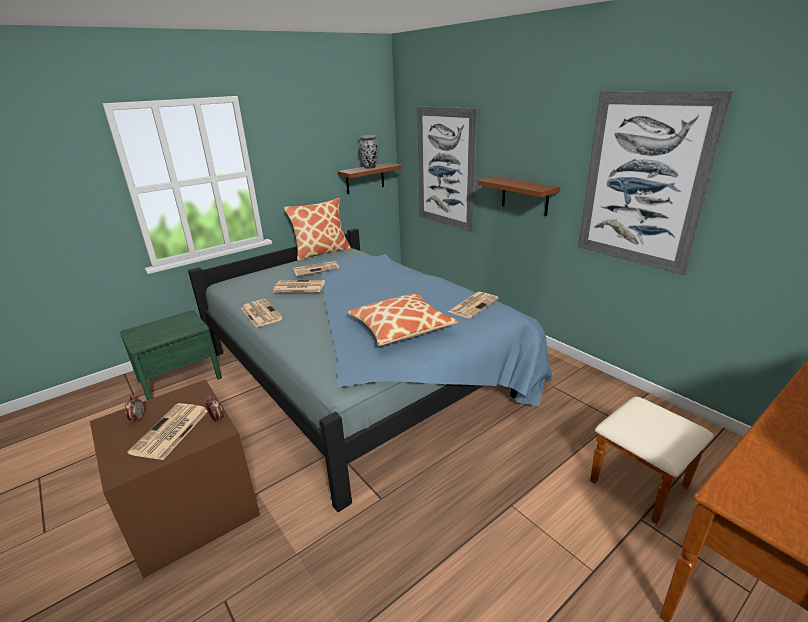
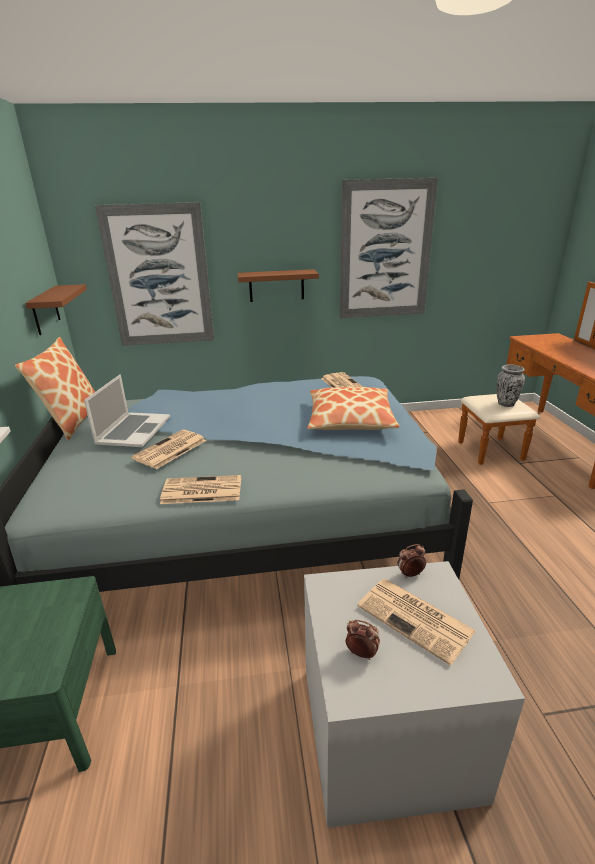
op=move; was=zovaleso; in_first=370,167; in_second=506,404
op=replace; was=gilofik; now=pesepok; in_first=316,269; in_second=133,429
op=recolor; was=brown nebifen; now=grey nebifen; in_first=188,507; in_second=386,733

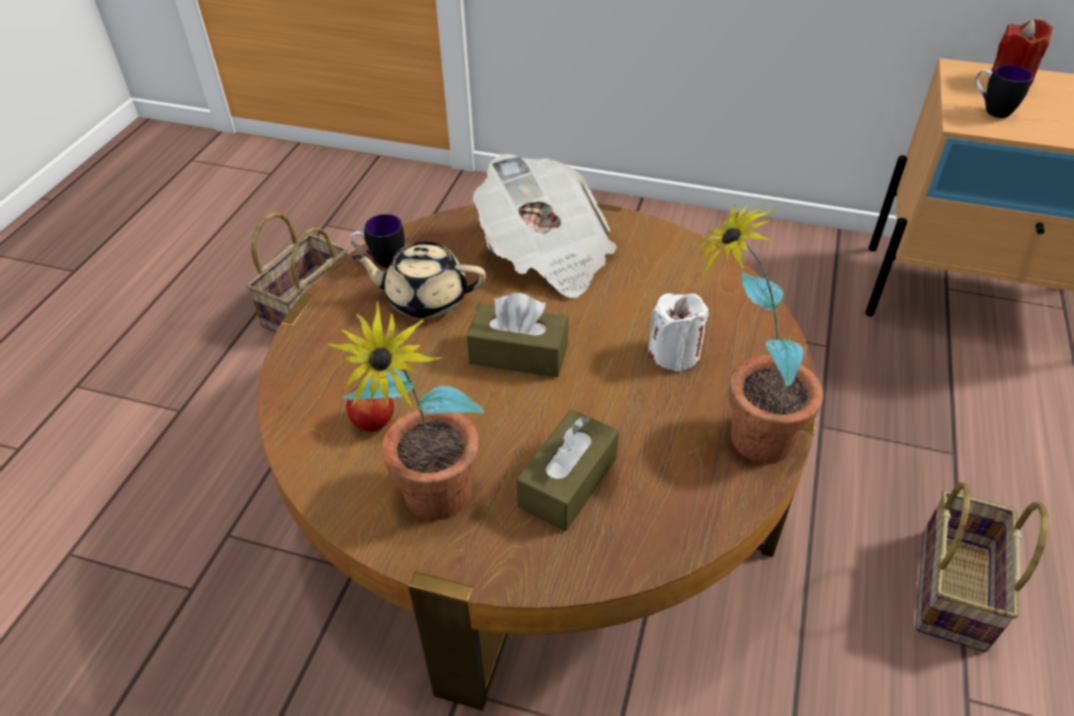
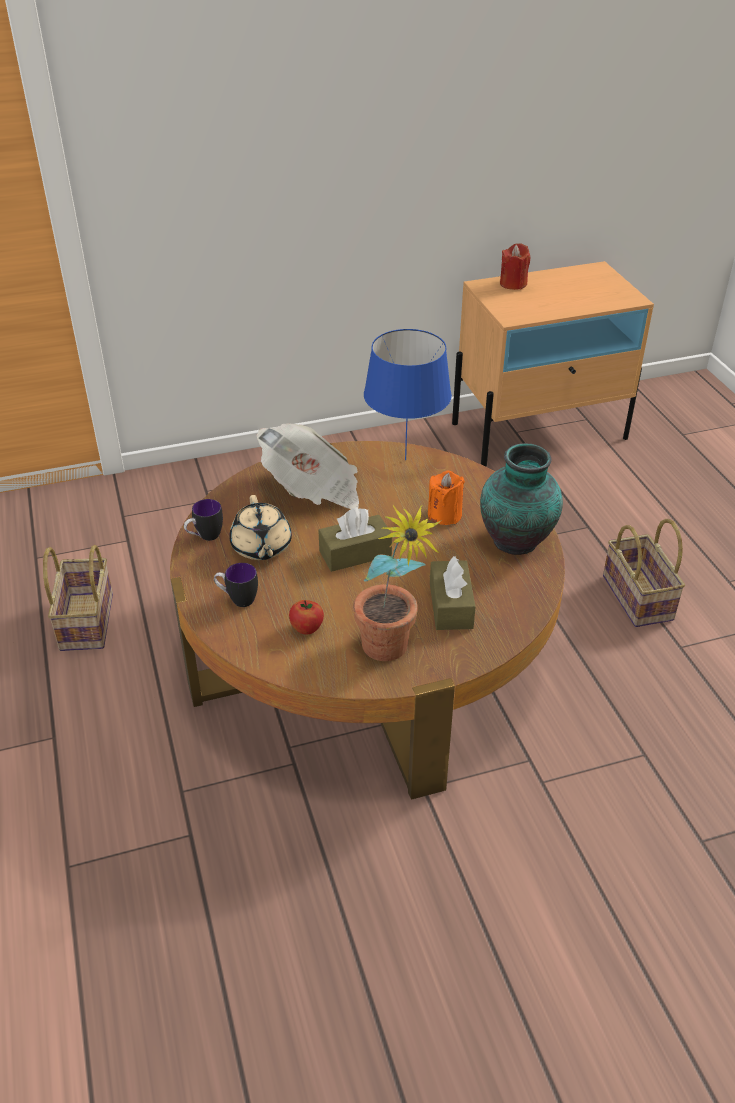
op=insert; now=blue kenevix; in_second=406,459
op=move; was=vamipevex; in_first=991,110; in_second=237,599
op=replace; was=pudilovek; now=zovaleso; in_first=741,436; in_second=518,541
op=recolor; was=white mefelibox; now=orange mefelibox; in_first=675,353; in_second=444,515
op=rotate; was=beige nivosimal; in_first=425,298; in_second=261,547; clockwise=-75

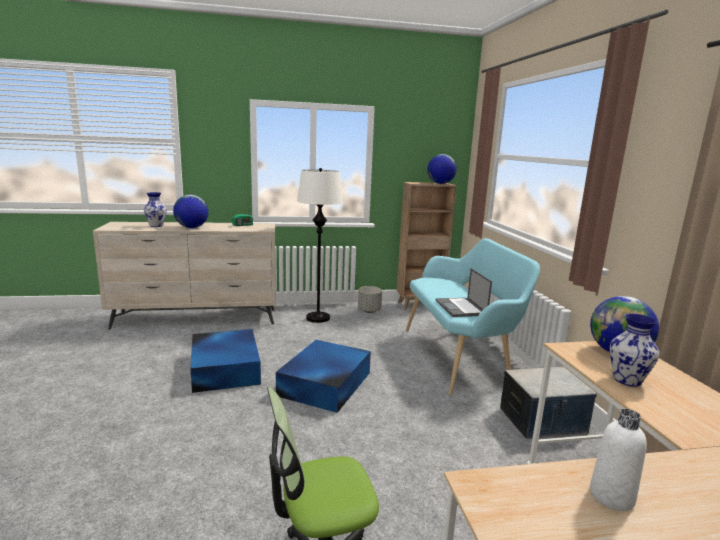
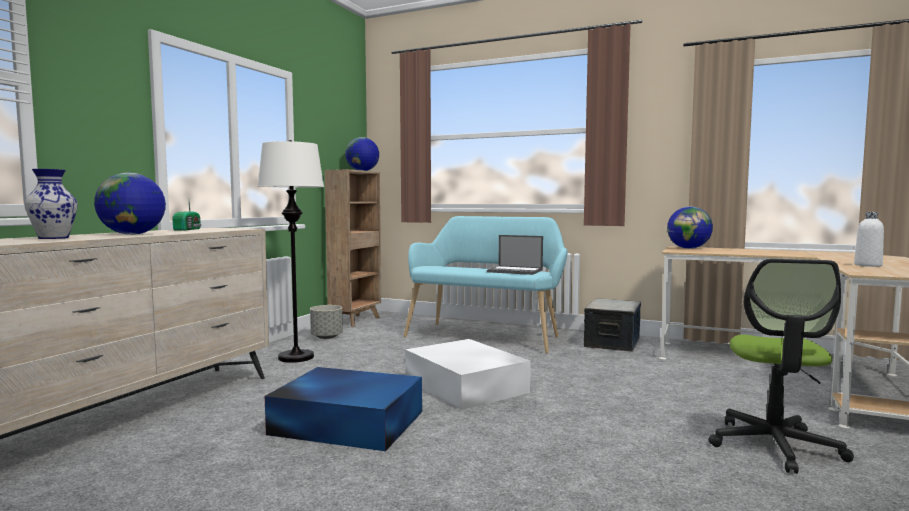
op=delete; was=zovaleso; in_first=628,380
op=recolor; was=blue nebifen; now=white nebifen; in_first=324,384; in_second=466,386

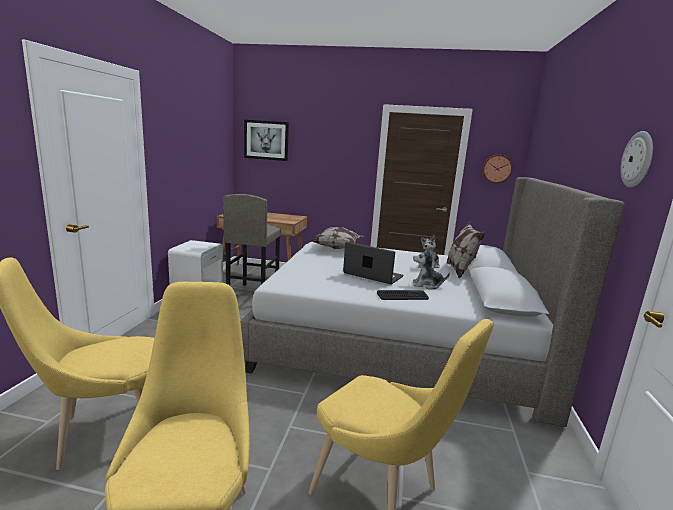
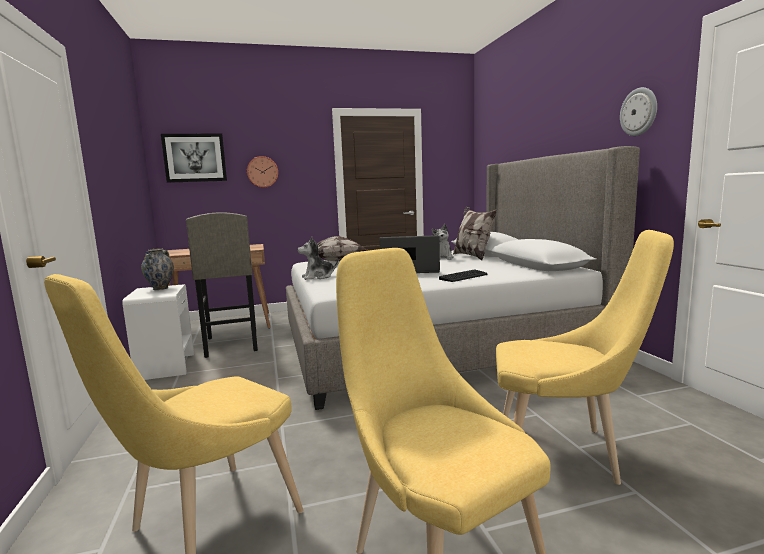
op=insert; now=zovaleso; in_second=160,288
op=move; was=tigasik; in_first=427,285; in_second=318,277
op=move; was=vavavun; in_first=496,168; in_second=262,172

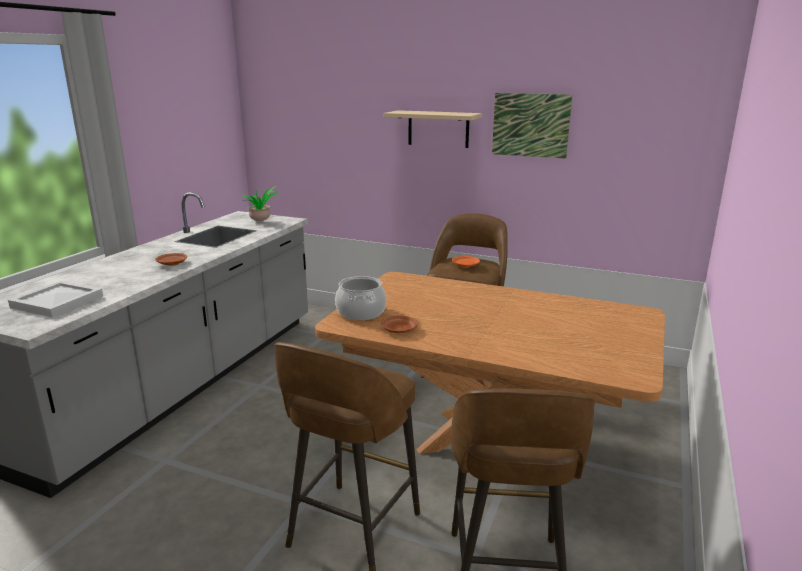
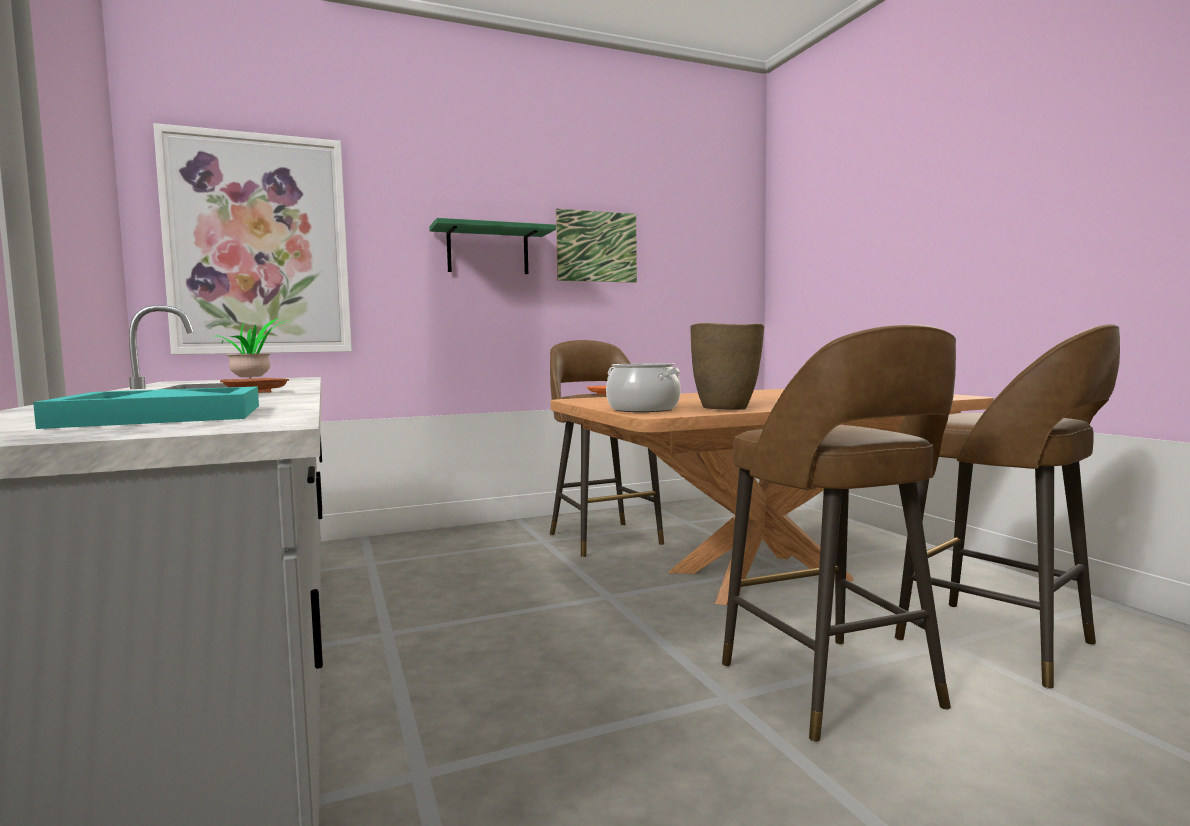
op=insert; now=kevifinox; in_second=259,245
op=replace; was=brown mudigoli; now=brown zovaleso; in_first=398,330; in_second=726,408
op=recolor; was=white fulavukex; now=turquoise fulavukex; in_first=57,302; in_second=166,416
op=recolor; was=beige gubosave; now=green gubosave; in_first=438,129; in_second=488,251

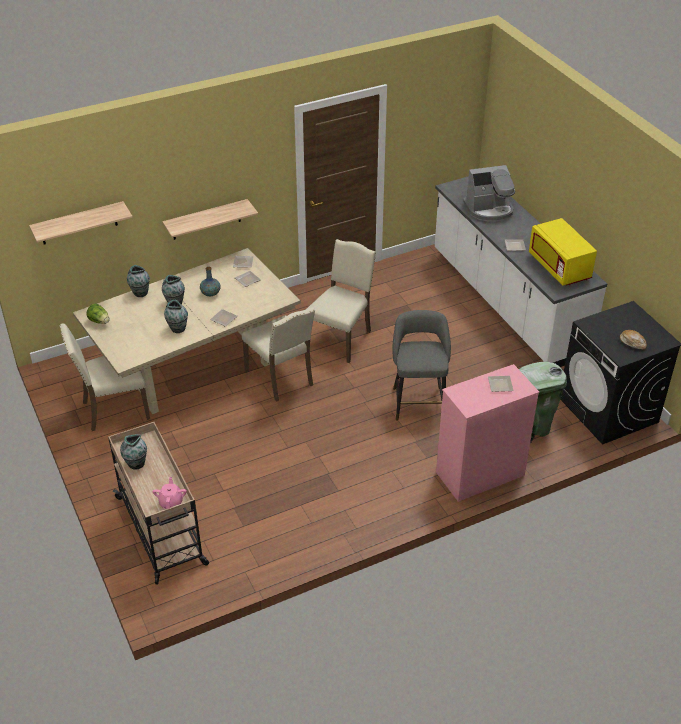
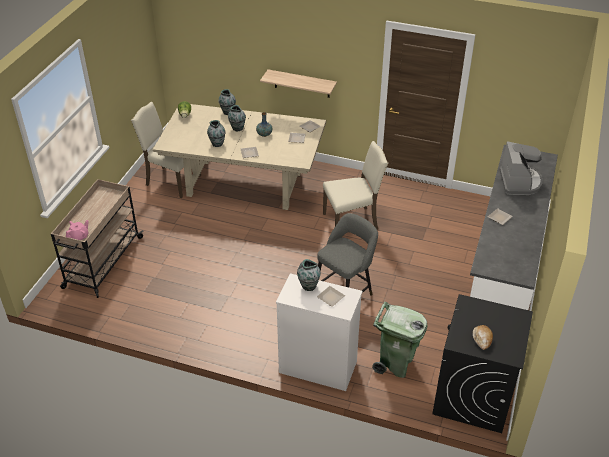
op=delete; was=gubosave; in_first=78,223
op=delete; was=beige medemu; in_first=281,378
op=delete; was=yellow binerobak; in_first=559,267
op=move; was=zovaleso; in_first=136,464; in_second=308,286
op=recolor; was=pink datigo; now=white datigo; in_first=479,474; in_second=317,367
op=rotate; was=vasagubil; in_first=489,209; in_second=520,182; clockwise=-120

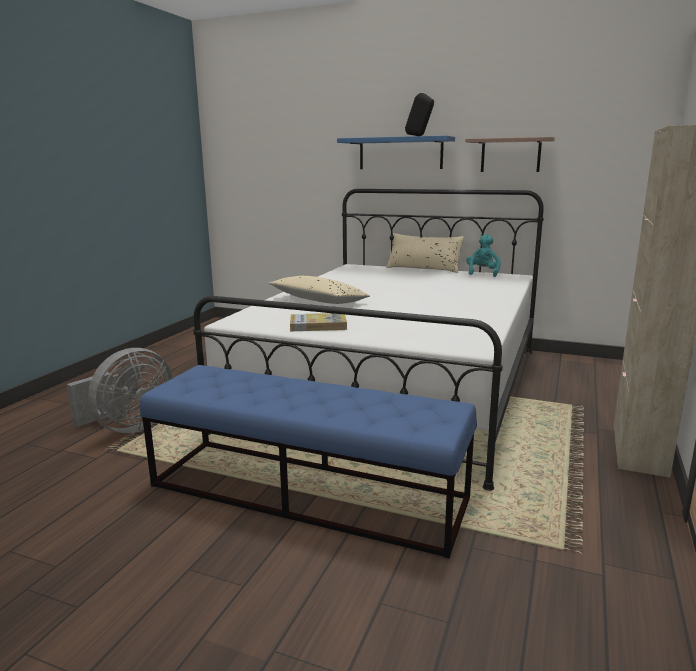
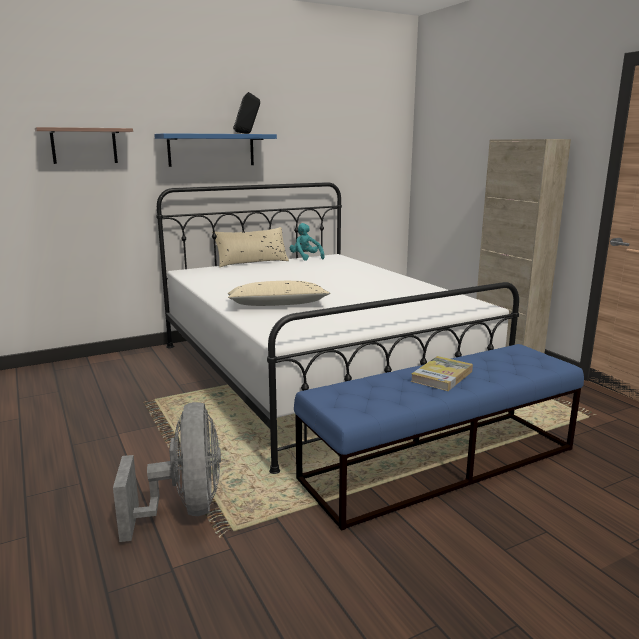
op=move; was=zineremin; in_first=318,325; in_second=442,376
op=move; was=gubosave; in_first=510,155; in_second=84,146

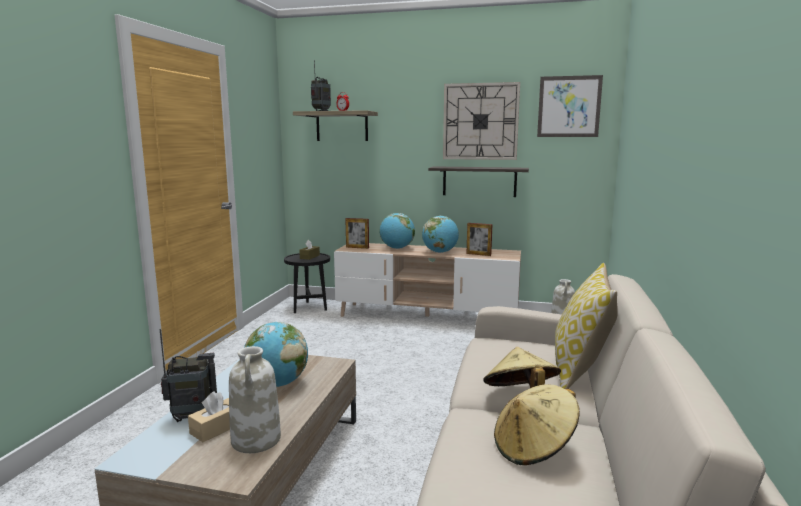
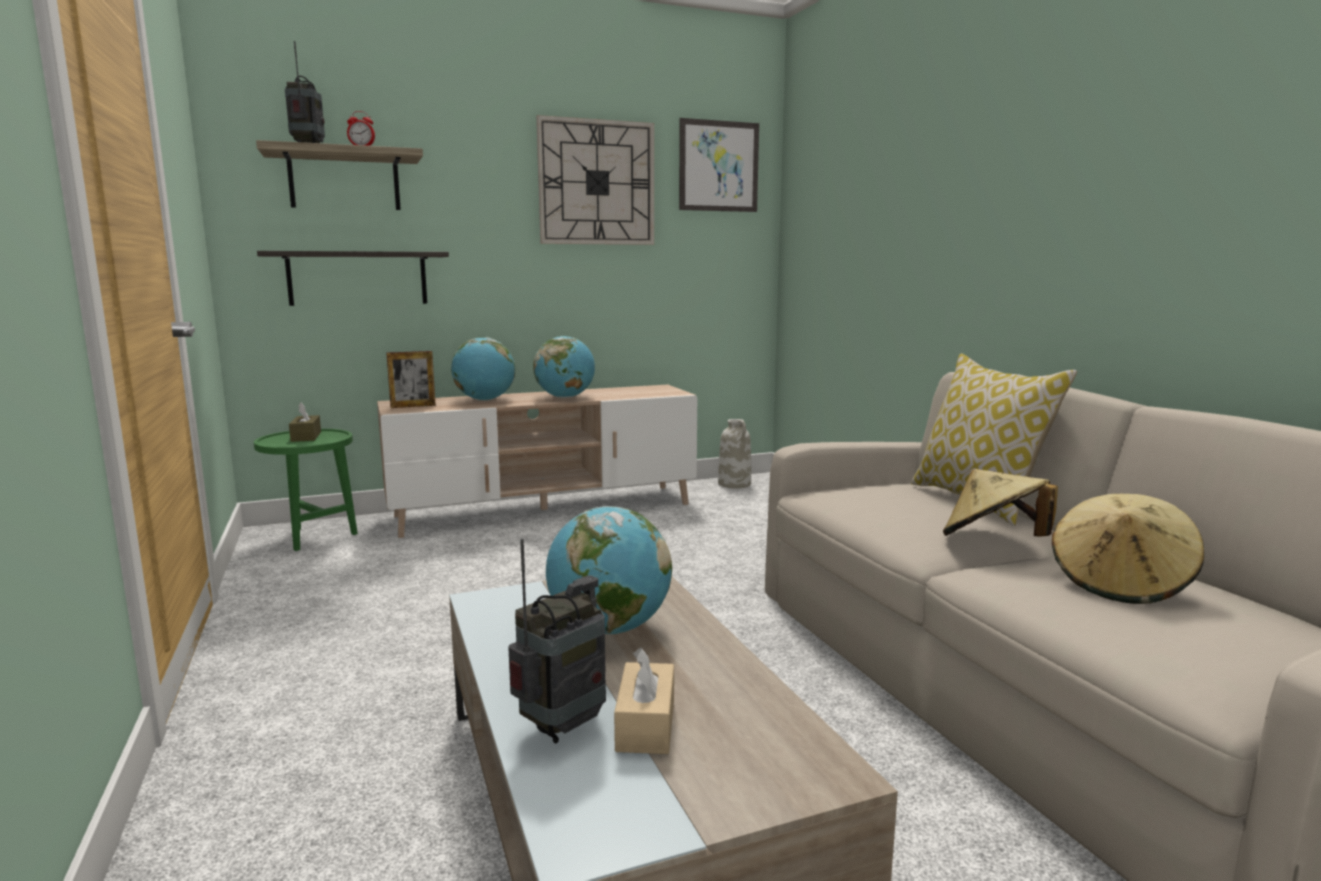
op=delete; was=white zovaleso; in_first=256,440
op=delete; was=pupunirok; in_first=478,254
op=move; was=gubosave; in_first=479,181; in_second=358,278
op=recolor; was=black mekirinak; now=green mekirinak; in_first=309,307; in_second=313,536

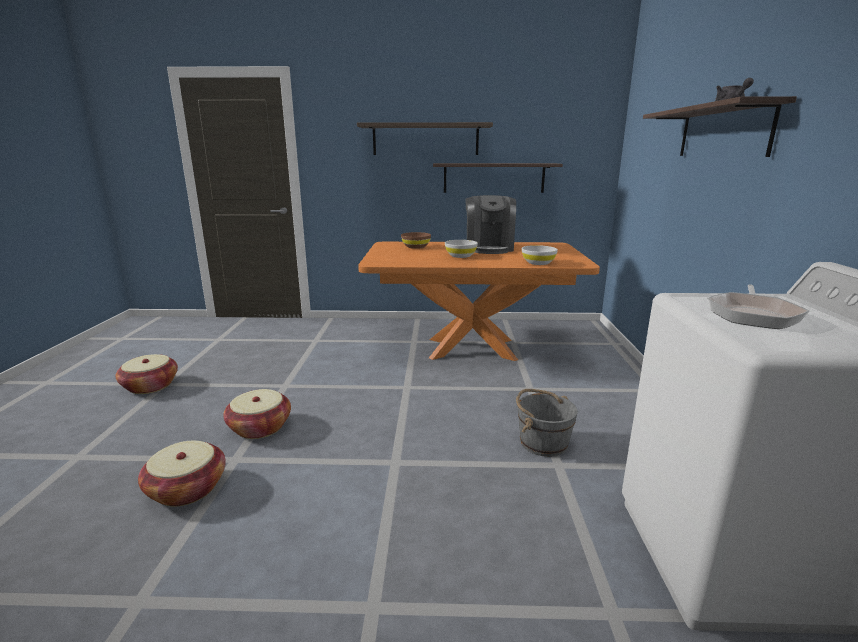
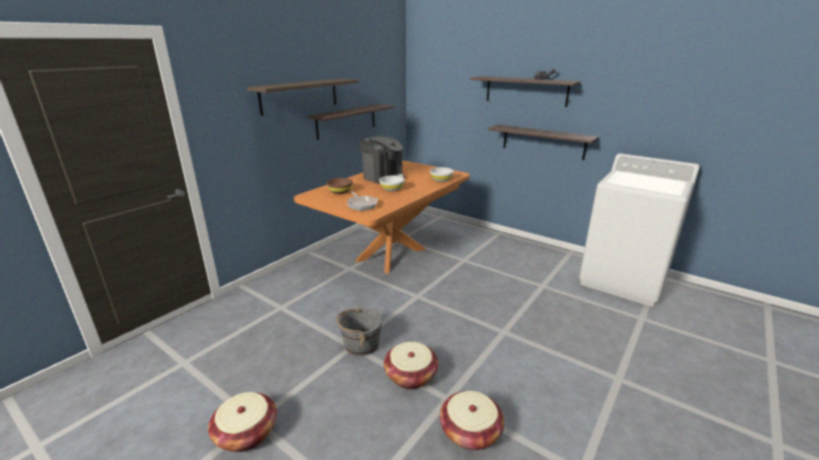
op=insert; now=gubosave; in_second=543,142
op=move; was=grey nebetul; in_first=542,442; in_second=361,344
op=move; was=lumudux; in_first=753,314; in_second=362,204

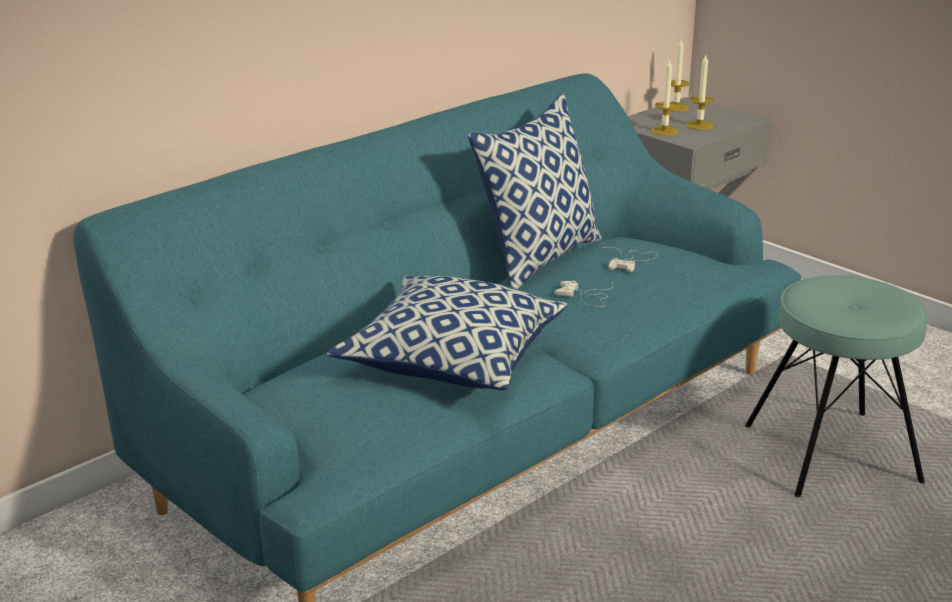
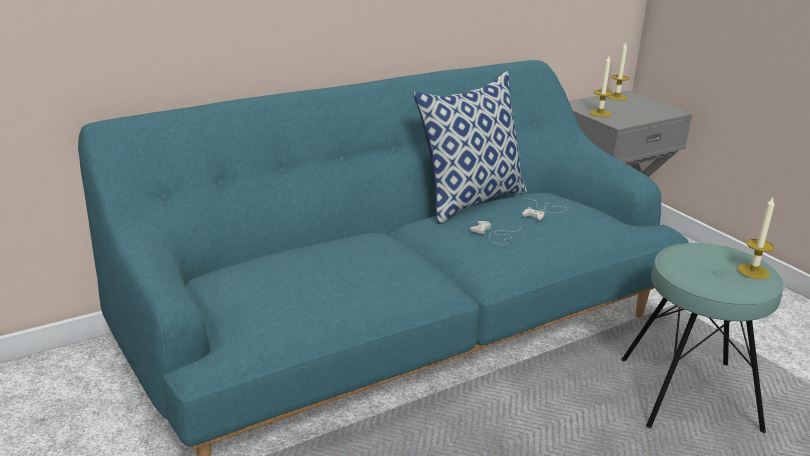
op=delete; was=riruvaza; in_first=452,359
op=move; was=mefelibox; in_first=699,125; in_second=753,271

